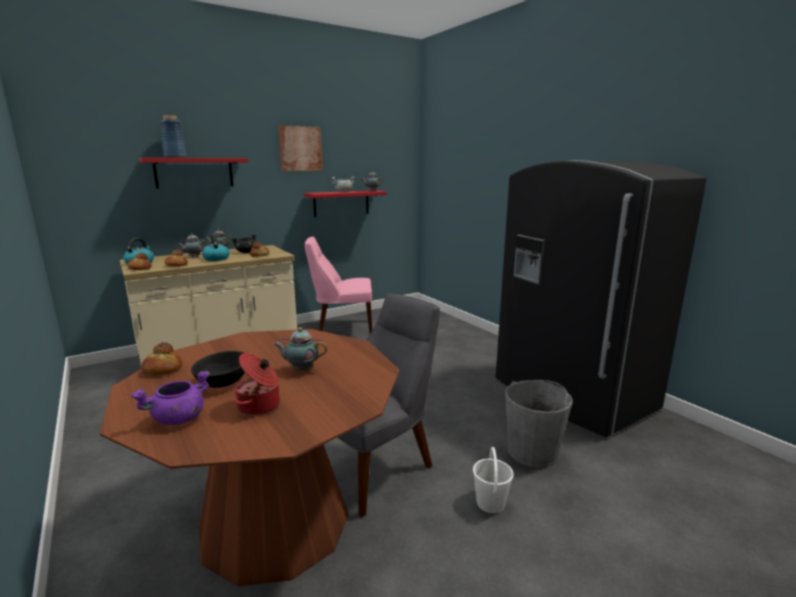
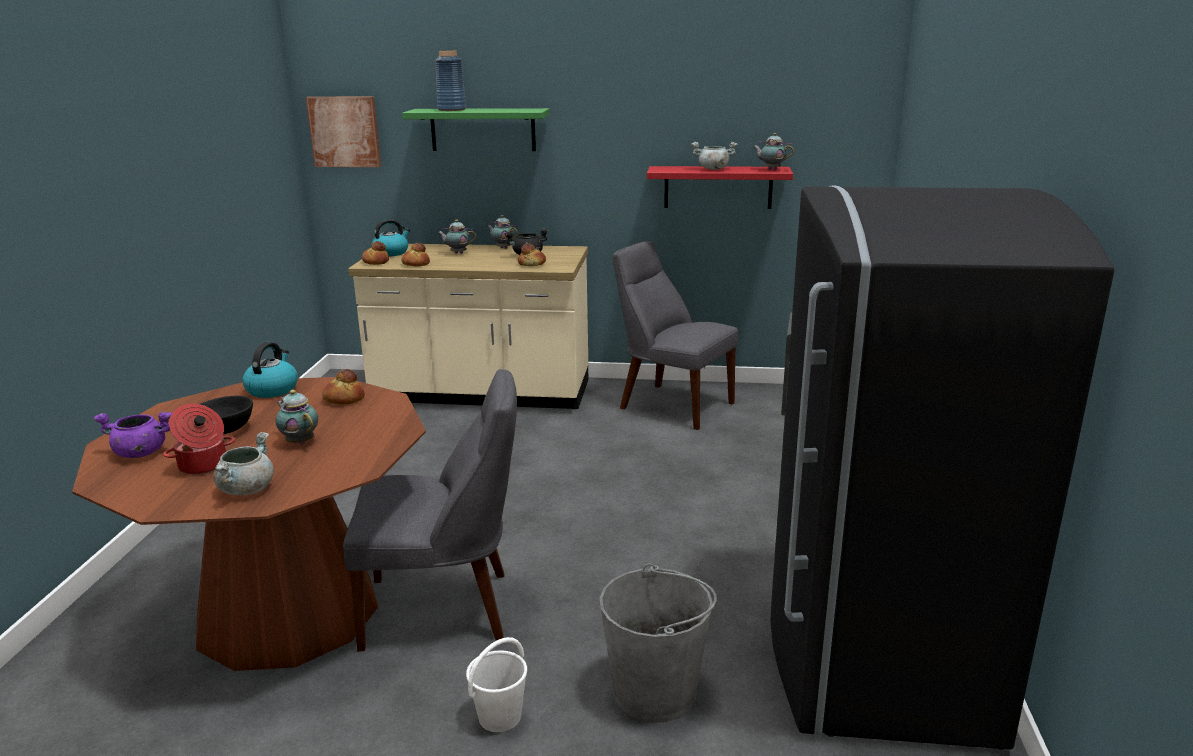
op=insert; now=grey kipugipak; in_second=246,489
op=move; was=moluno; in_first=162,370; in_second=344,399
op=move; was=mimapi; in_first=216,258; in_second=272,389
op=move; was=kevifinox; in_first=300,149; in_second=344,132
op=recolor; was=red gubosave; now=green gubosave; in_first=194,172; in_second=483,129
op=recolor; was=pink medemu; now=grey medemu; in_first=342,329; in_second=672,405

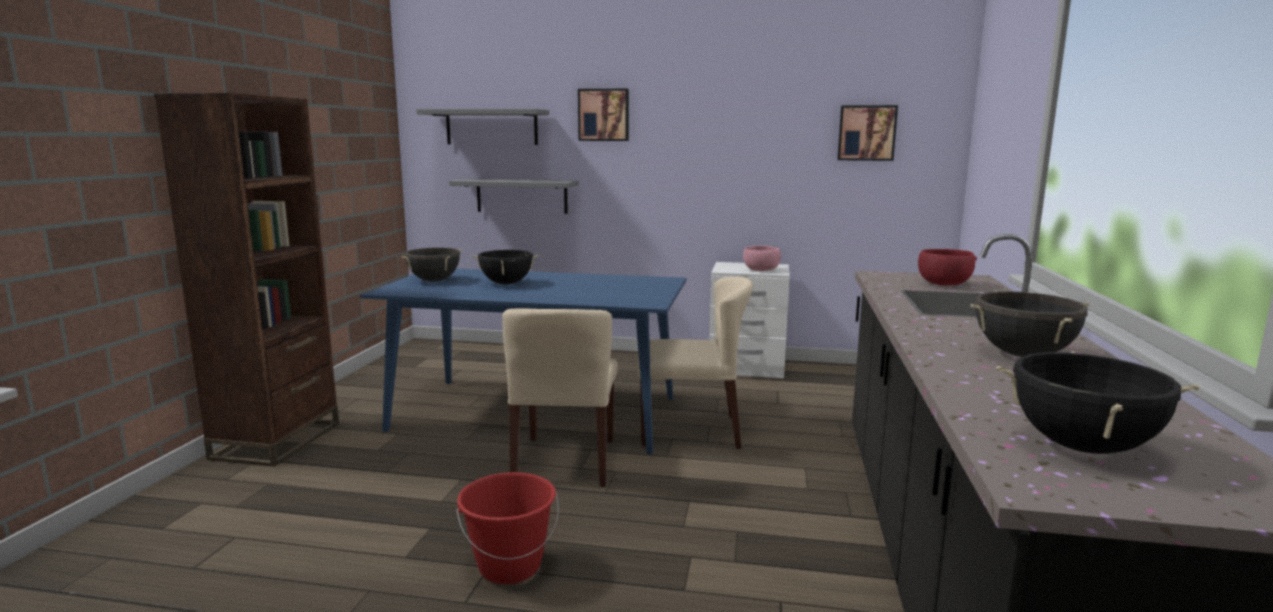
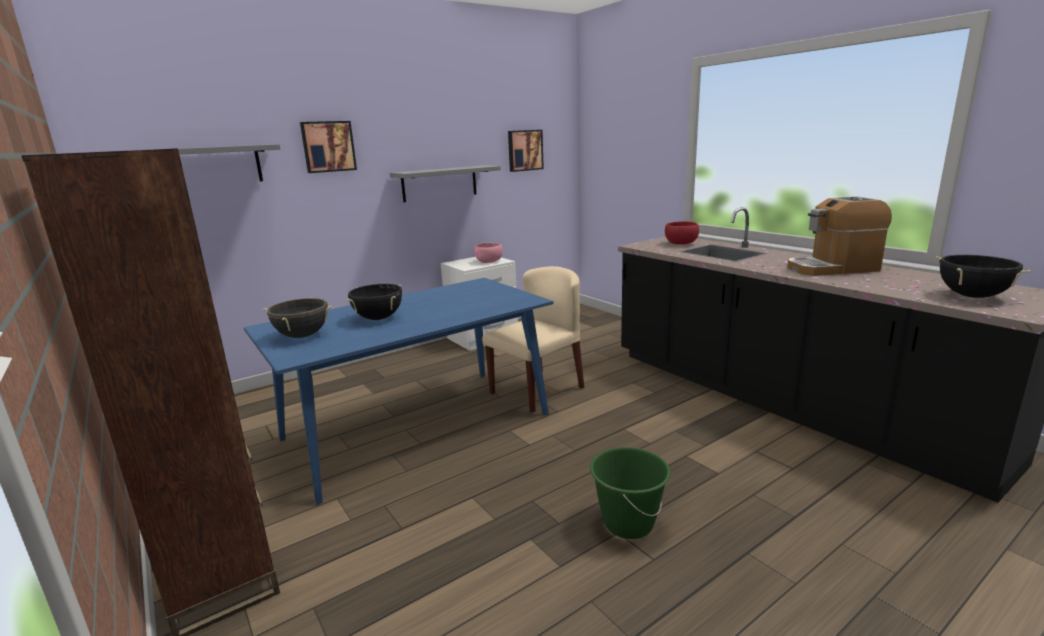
op=delete; was=beige medemu; in_first=565,461
op=move; was=grey gubosave; in_first=521,196; in_second=439,183
op=replace; was=black kipugipak; now=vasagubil; in_first=1023,355; in_second=832,268
op=recolor; was=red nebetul; now=green nebetul; in_first=510,567; in_second=628,523

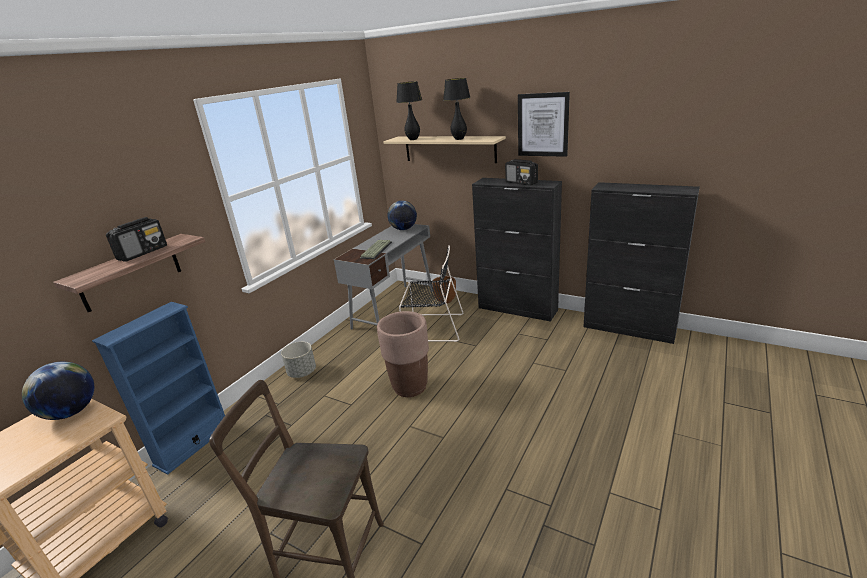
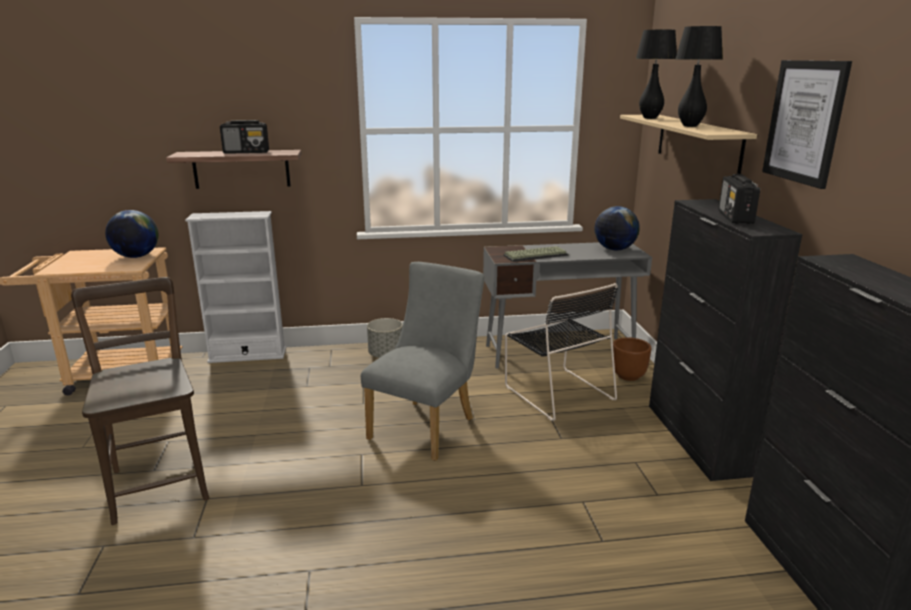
op=replace; was=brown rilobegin; now=grey medemu; in_first=410,387; in_second=427,425
op=recolor; was=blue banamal; now=white banamal; in_first=193,444; in_second=247,355

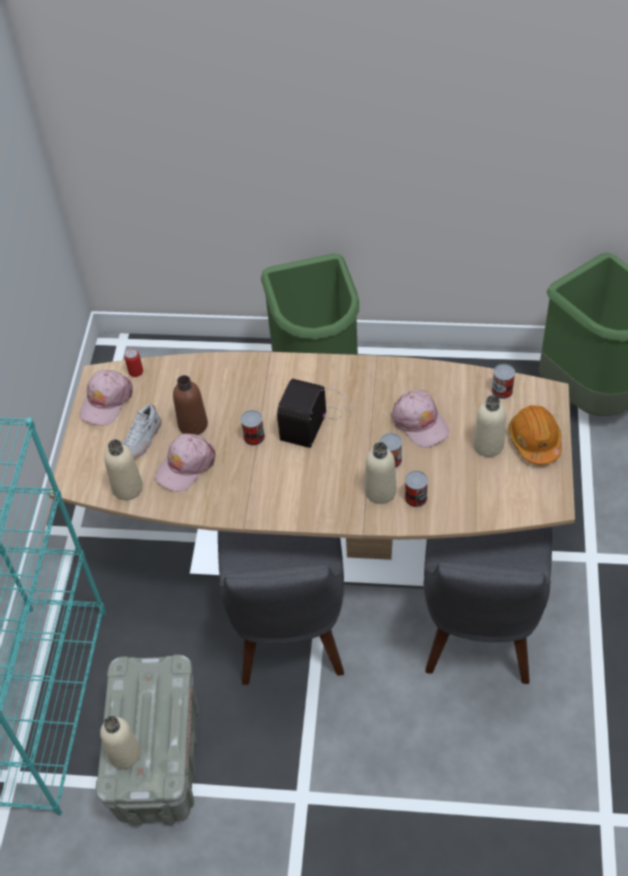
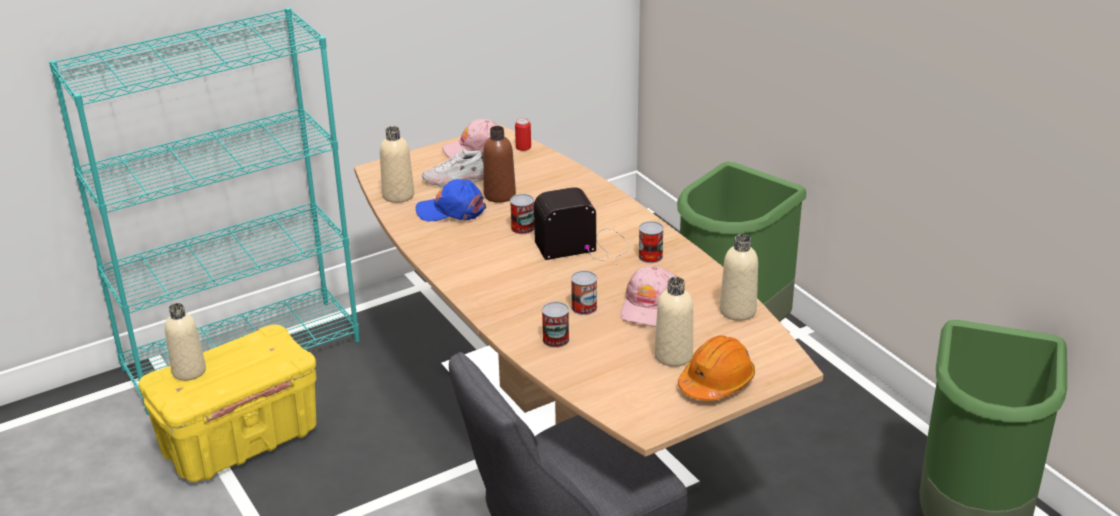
op=delete; was=grey medemu; in_first=288,631
op=move; was=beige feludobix; in_first=380,491; in_second=737,311
op=move; was=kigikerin; in_first=502,390; in_second=650,256
op=recolor; was=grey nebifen; now=yellow nebifen; in_first=158,758; in_second=241,440
op=recolor; was=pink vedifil; now=blue vedifil; in_first=185,466; in_second=451,210

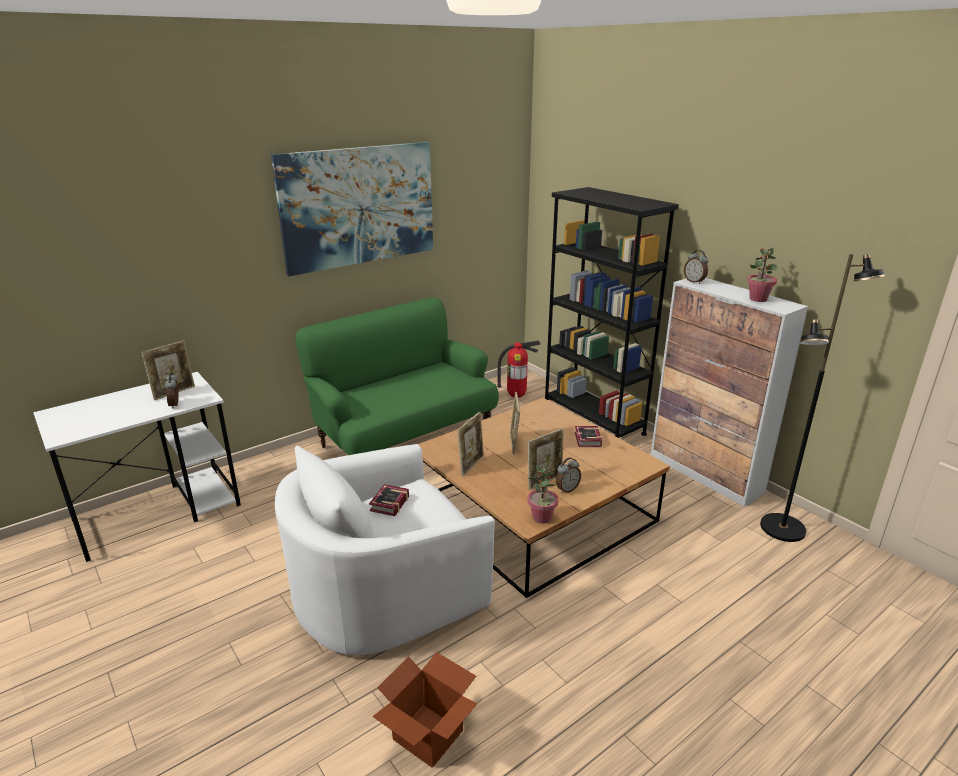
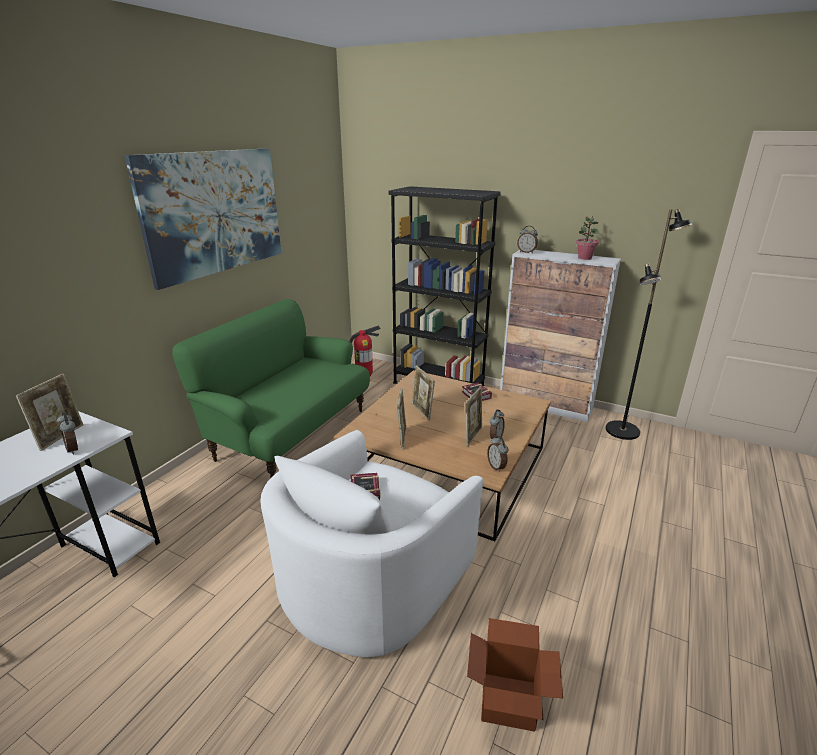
op=replace; was=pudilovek; now=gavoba; in_first=542,518; in_second=497,467

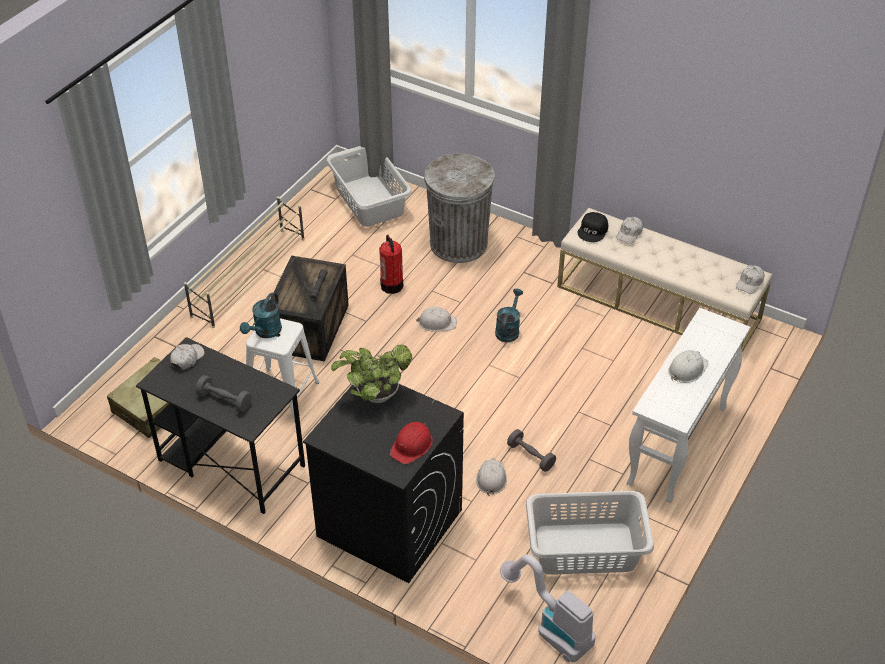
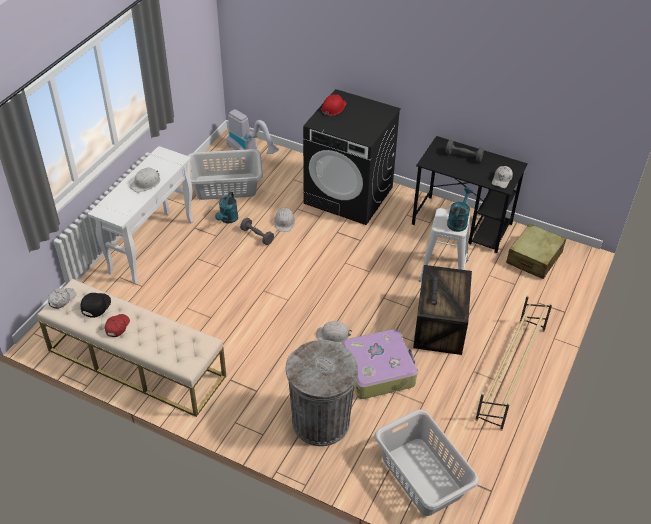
op=delete; was=pudilovek; in_first=374,395
op=delete; was=white vedifil; in_first=629,233
op=insert; now=red vedifil; in_second=117,327
op=move; was=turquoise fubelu; in_first=508,329; in_second=228,219
op=move; was=black vedifil; in_first=593,231; in_second=95,305
op=replace; was=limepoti; now=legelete; in_first=392,285; in_second=378,370

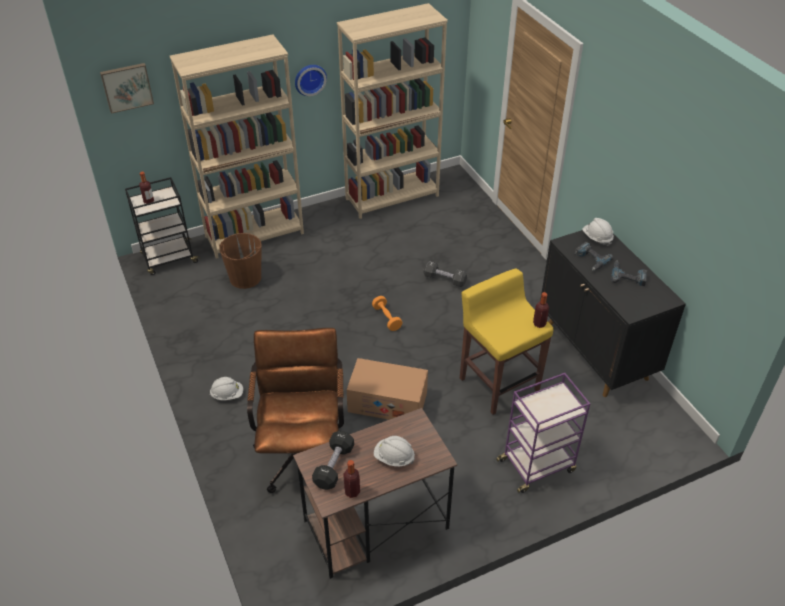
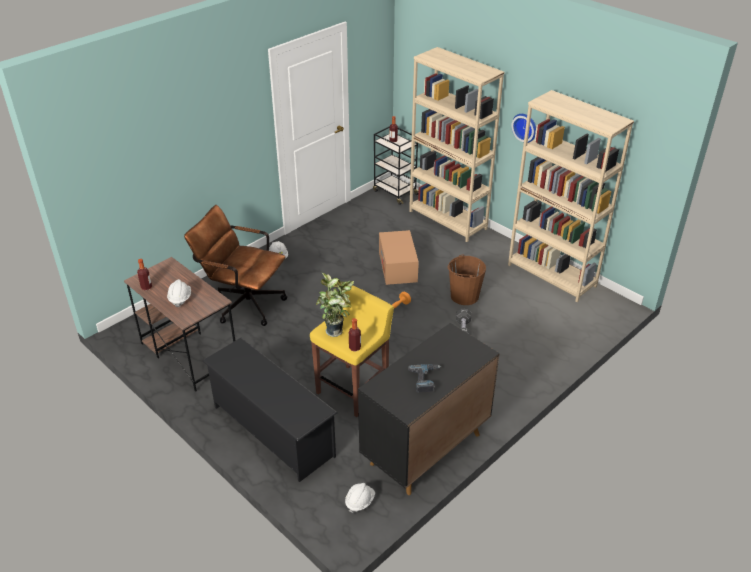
op=delete; was=kevifinox; in_first=127,87
op=delete; was=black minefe; in_first=334,466
op=delete; was=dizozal; in_first=590,260
op=insert; now=pudilovek; in_second=336,331
op=move; was=brown nebetul; in_first=245,278; in_second=464,296
op=move; was=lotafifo; in_first=387,402; in_second=398,267
op=move; was=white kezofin; in_first=597,238; in_second=359,501
op=replace; was=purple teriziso; now=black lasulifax; in_first=537,465; in_second=272,430
op=rotate; was=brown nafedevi; in_first=303,449; in_second=243,303; clockwise=-135

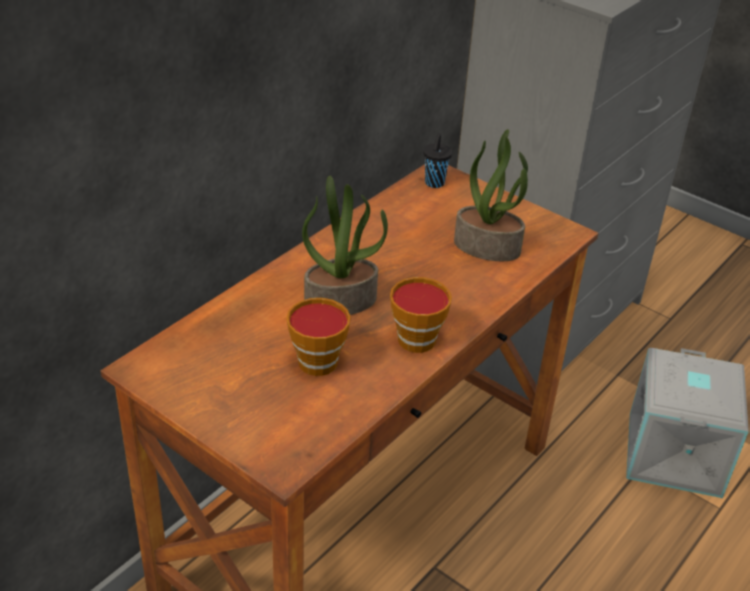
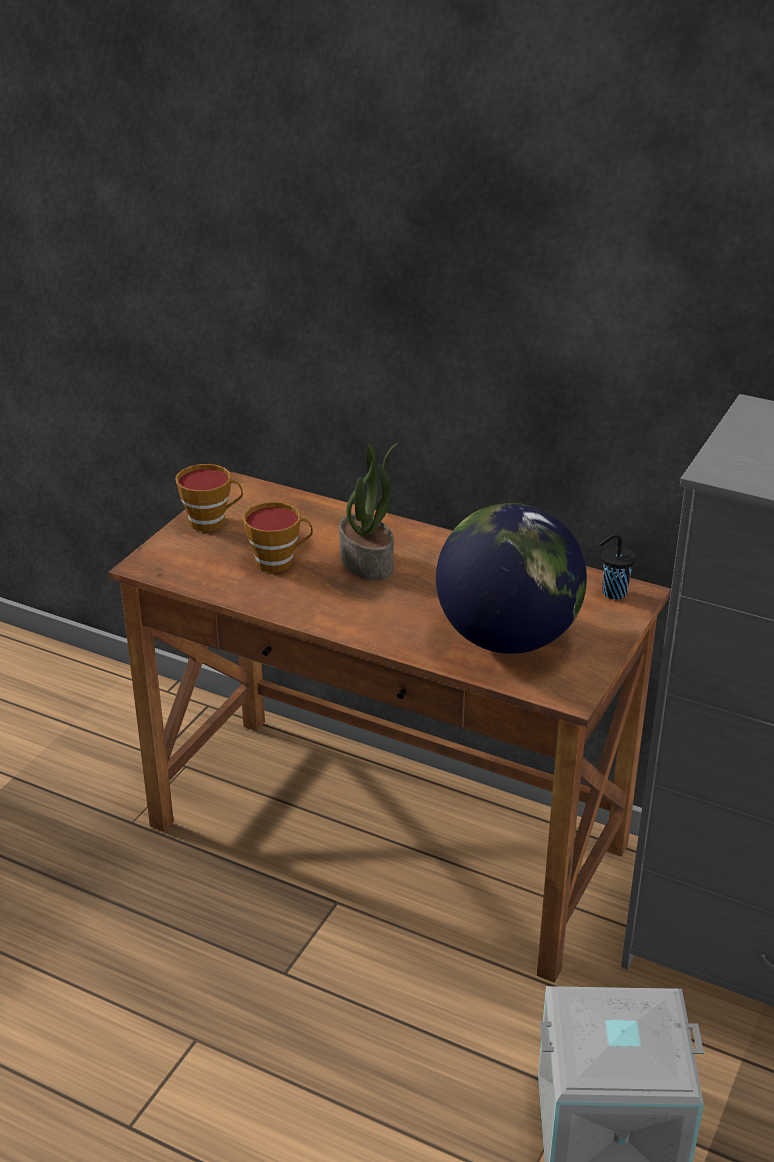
op=move; was=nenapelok; in_first=417,336; in_second=212,522
op=replace; was=pudilovek; now=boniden; in_first=488,246; in_second=507,639

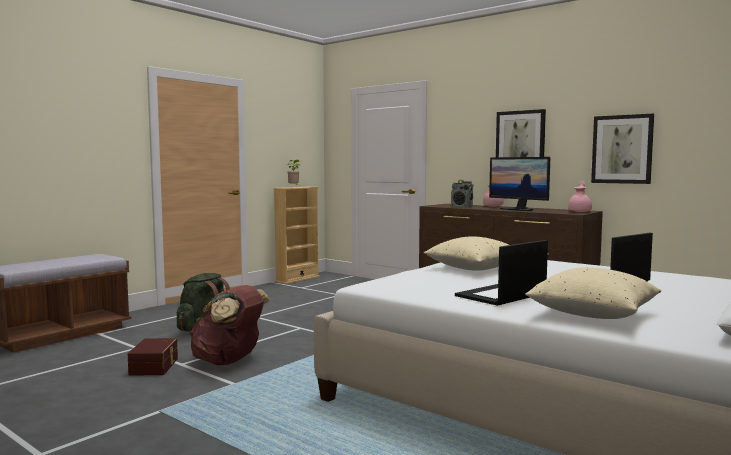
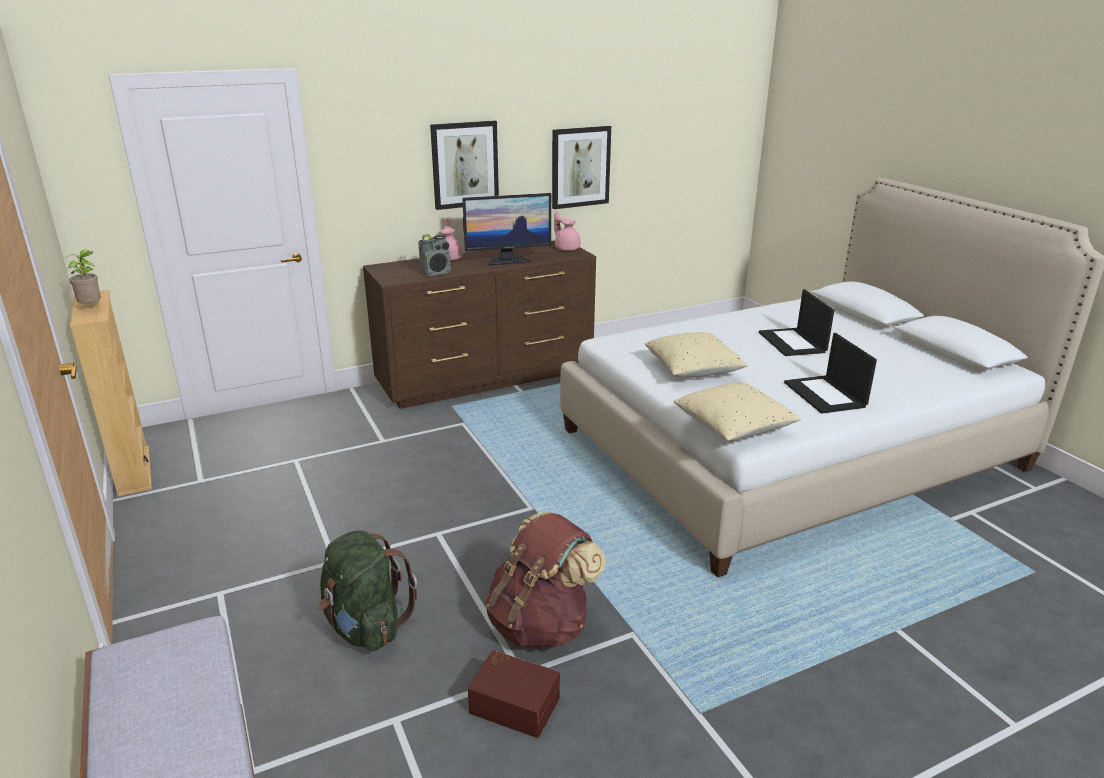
op=move; was=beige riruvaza; in_first=593,314; in_second=733,427

